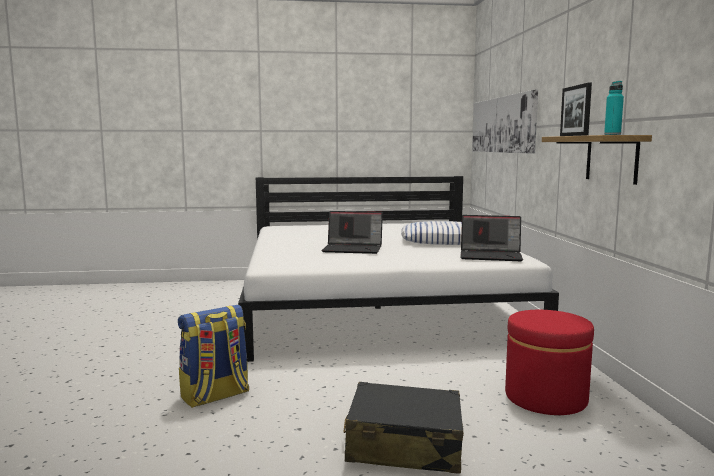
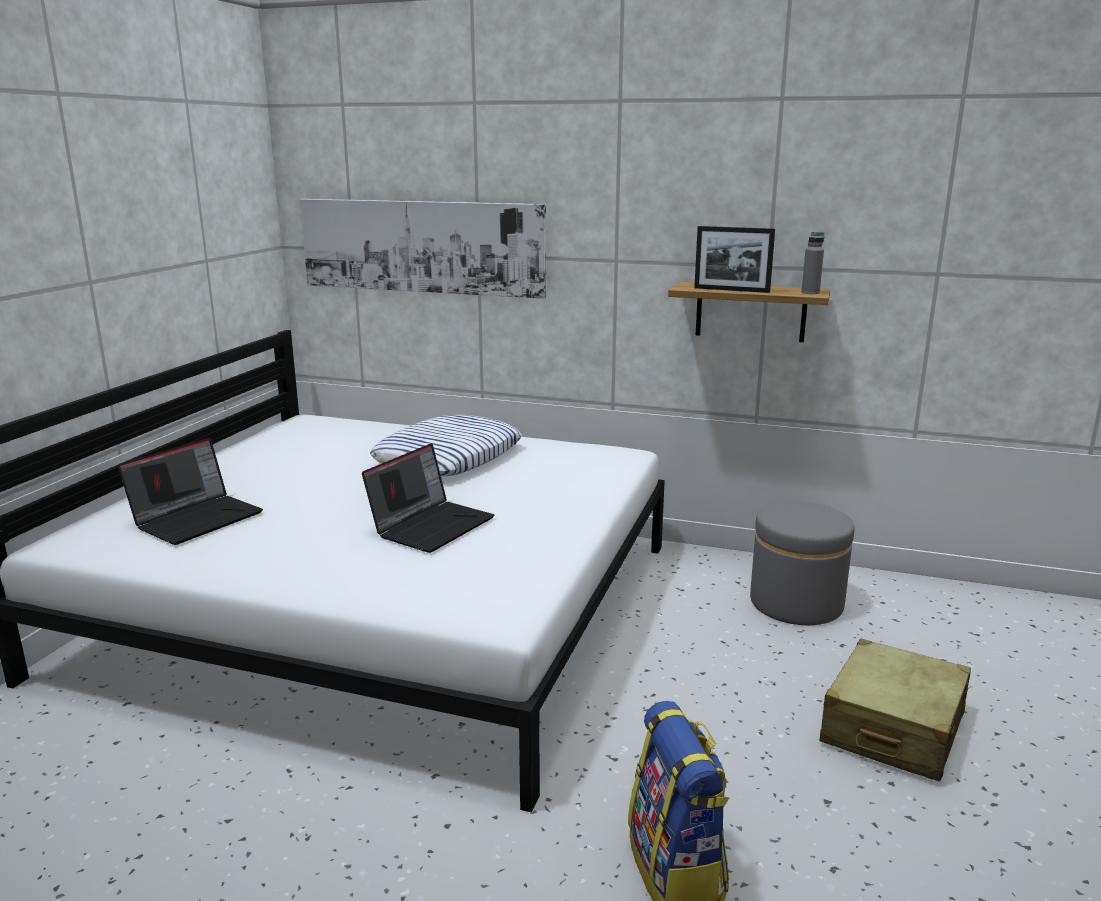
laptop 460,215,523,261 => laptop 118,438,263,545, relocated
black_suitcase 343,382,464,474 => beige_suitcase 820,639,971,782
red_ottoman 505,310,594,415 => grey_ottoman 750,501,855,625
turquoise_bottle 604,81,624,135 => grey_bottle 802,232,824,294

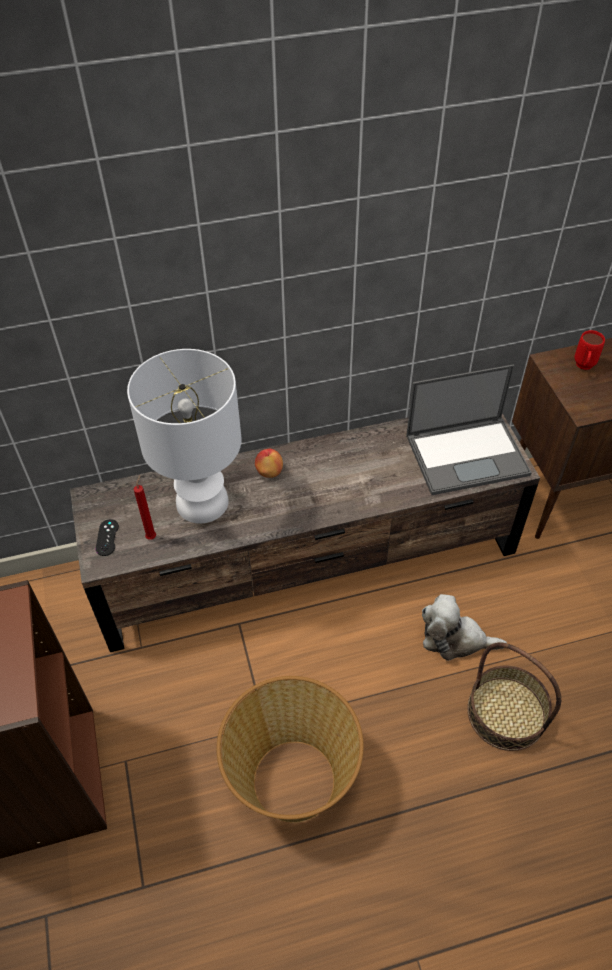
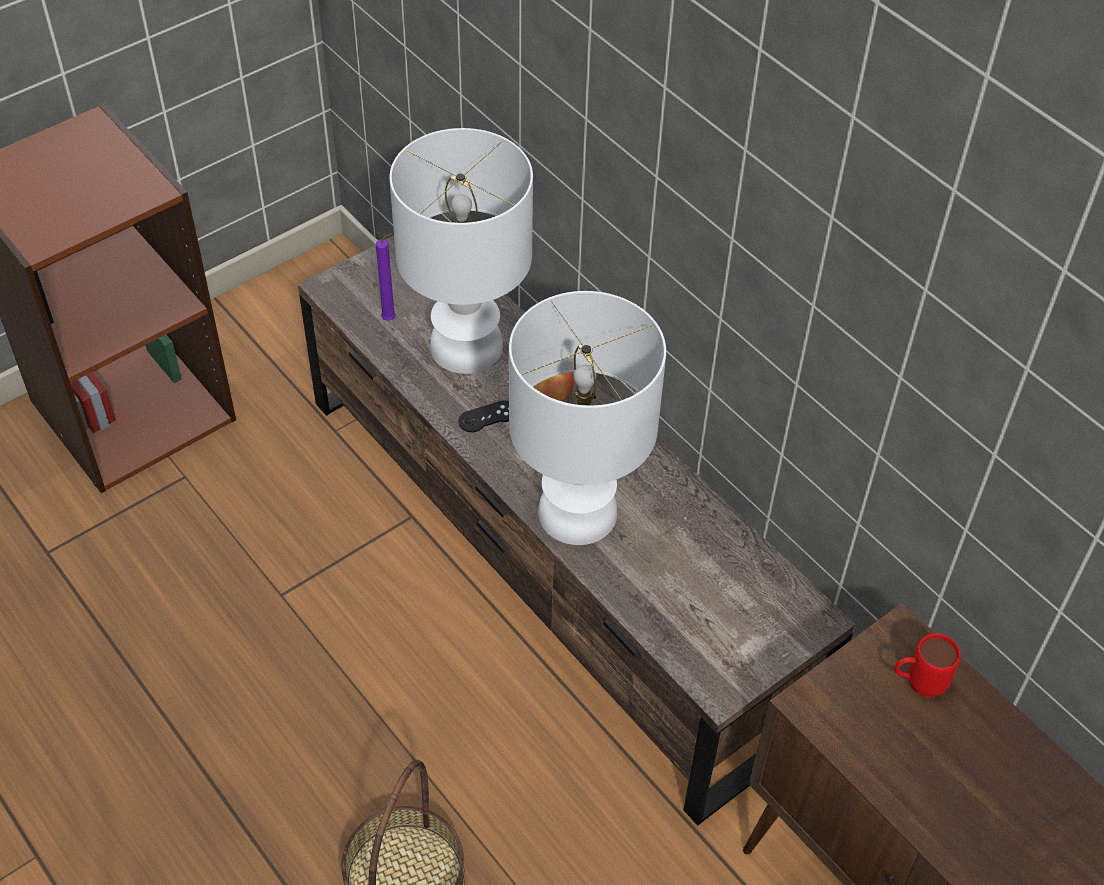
basket 217,676,364,823 => nothing
laptop 406,365,532,495 => nothing
plush_toy 422,594,507,661 => nothing
nothing => white_table_lamp 509,291,666,545
black_game_controller 96,519,119,556 => black_game_controller 459,400,509,432, relocated
red_candle 133,475,156,540 => purple_candle 376,233,396,321

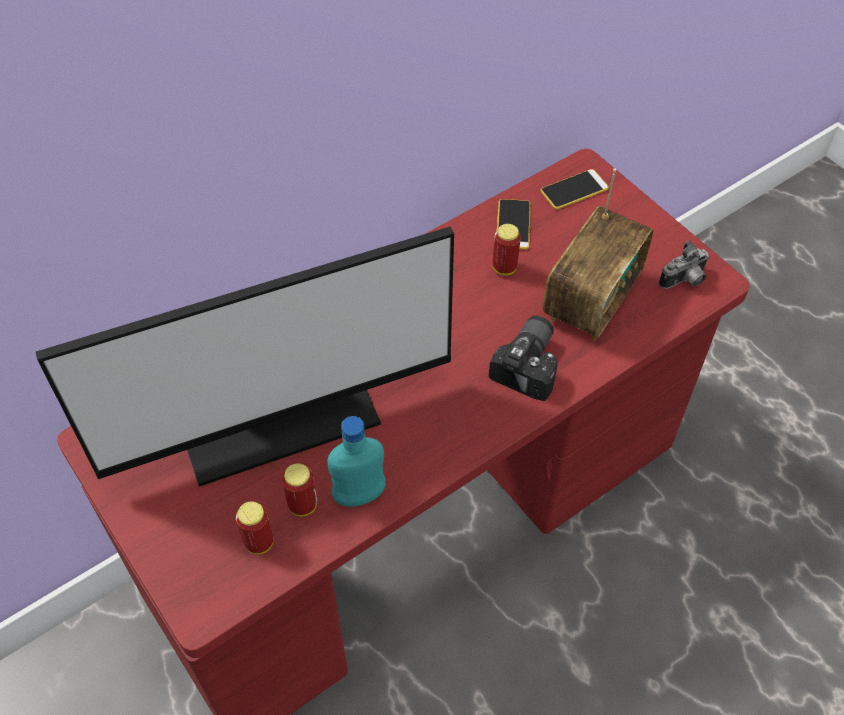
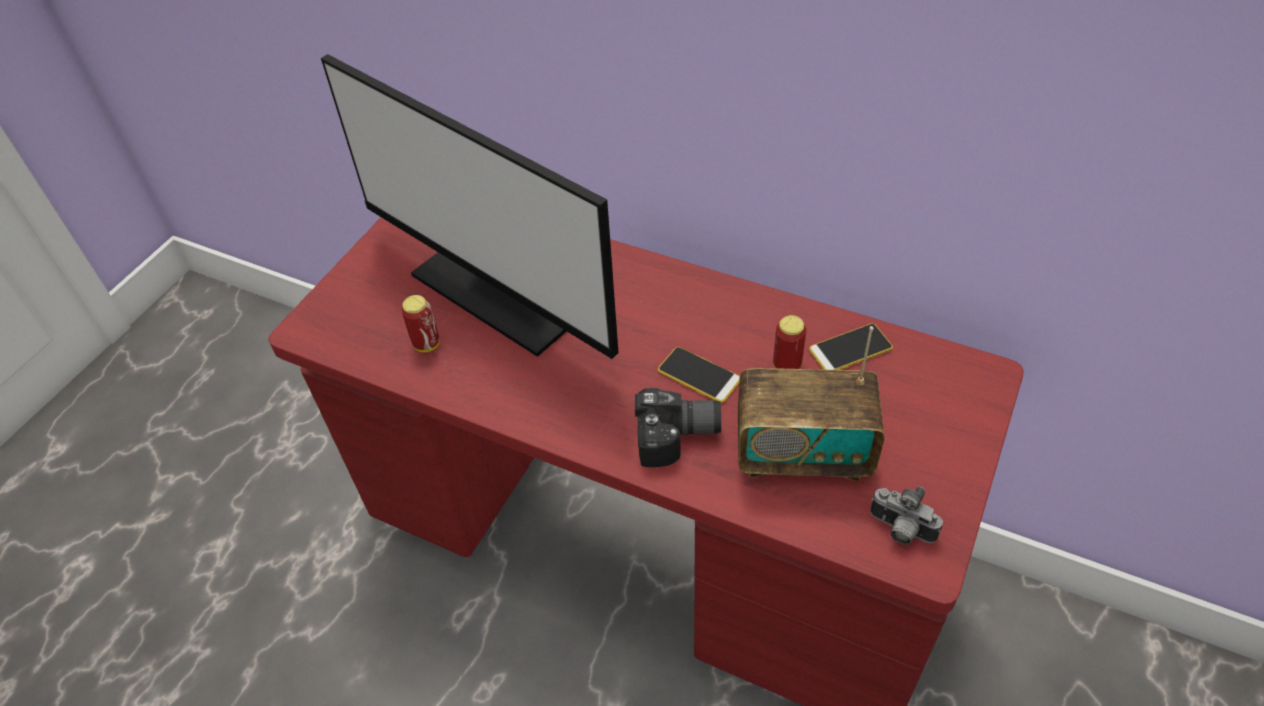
can 236,501,273,554 => nothing
turquoise_bottle 327,416,386,507 => nothing
phone 540,169,609,210 => phone 658,347,740,403, relocated

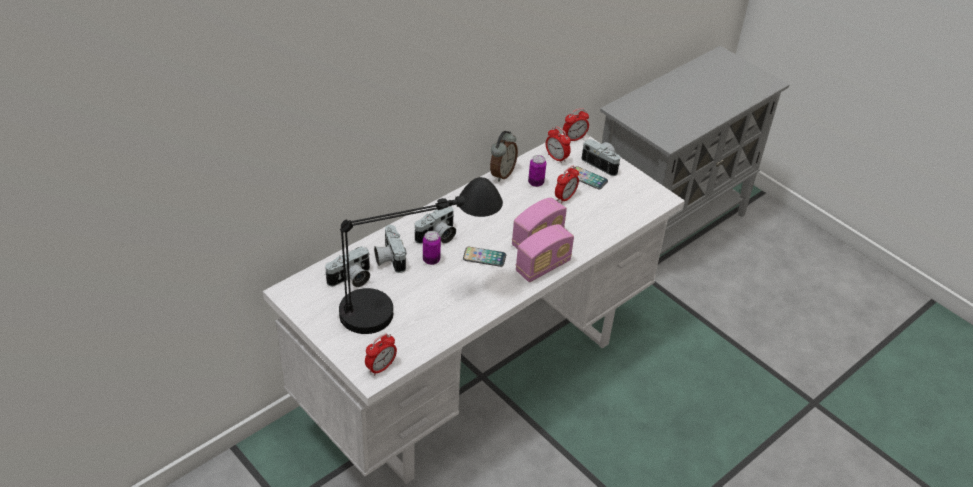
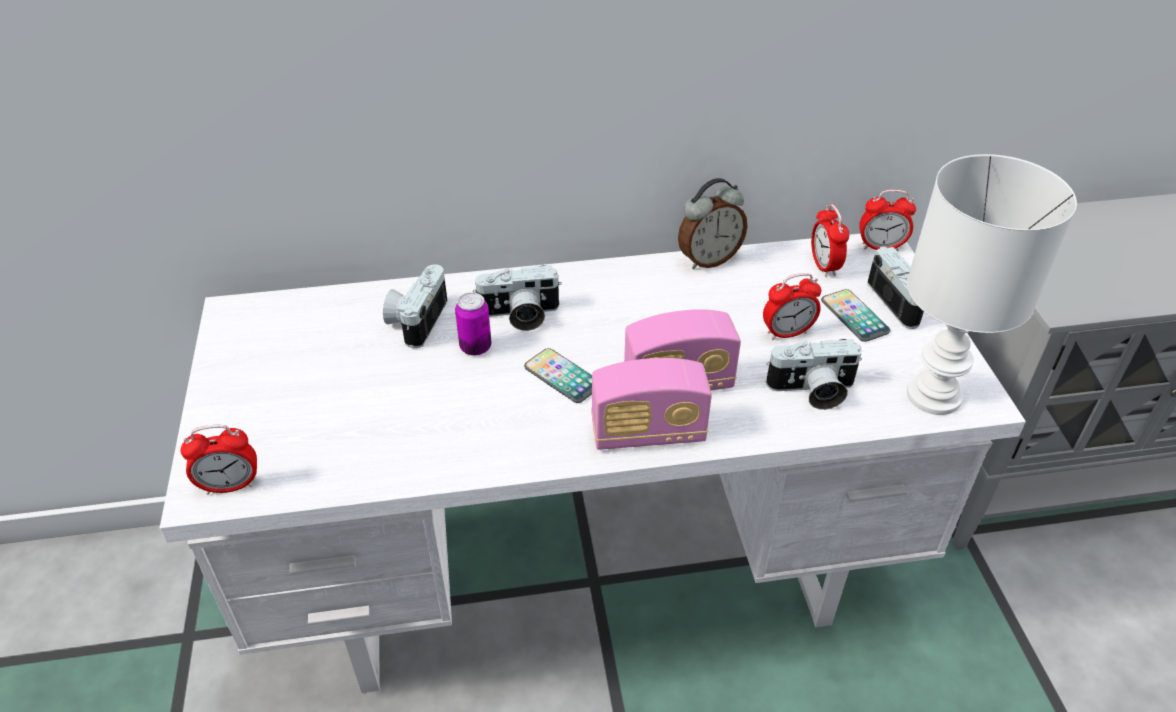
black_table_lamp 339,177,503,334 => nothing
can 528,155,546,187 => nothing
nothing => white_table_lamp 907,154,1077,415
photo_camera 325,246,370,287 => photo_camera 766,339,862,410, relocated

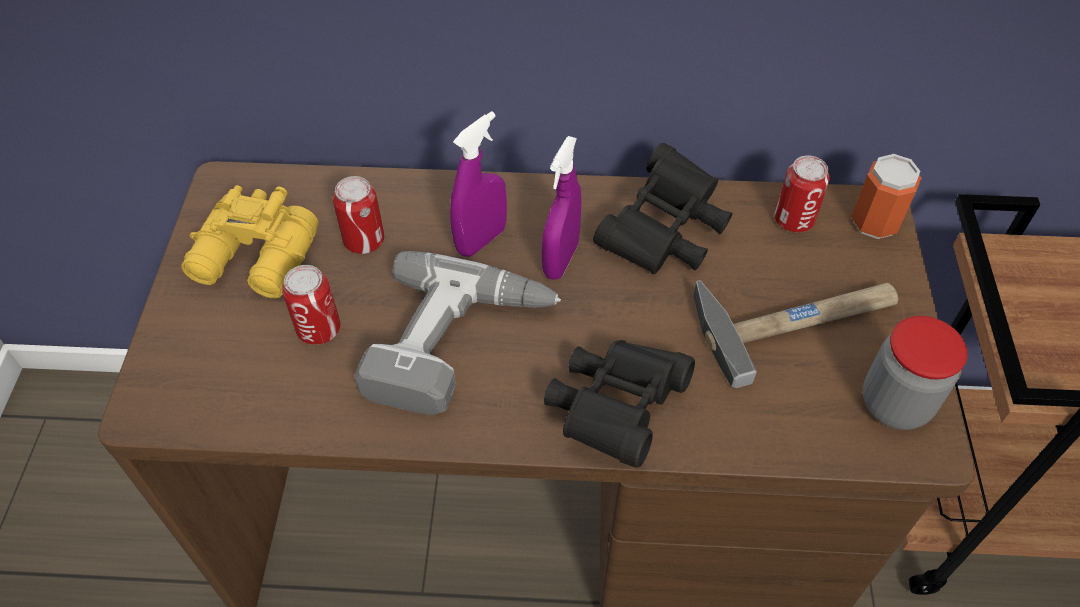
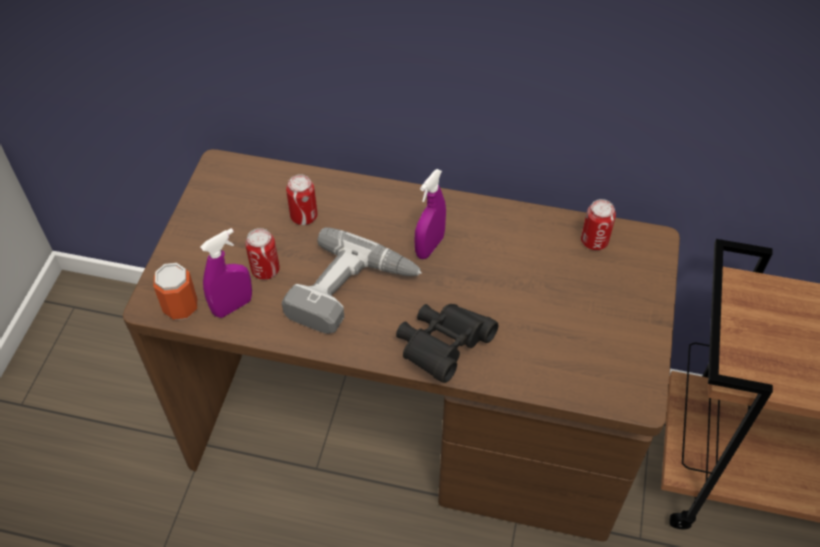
yellow_binoculars 181,185,318,298 => nothing
black_binoculars 593,143,732,274 => nothing
hammer 693,280,898,388 => nothing
jar 863,316,968,430 => nothing
purple_spray_bottle 450,111,507,257 => purple_spray_bottle 200,228,252,318, relocated
can 851,154,921,239 => can 154,263,197,320, relocated

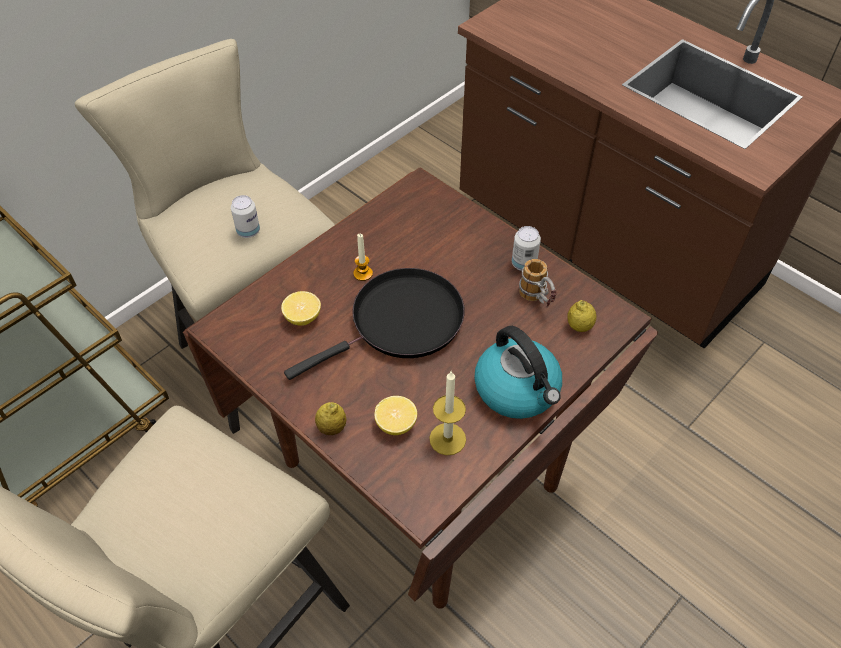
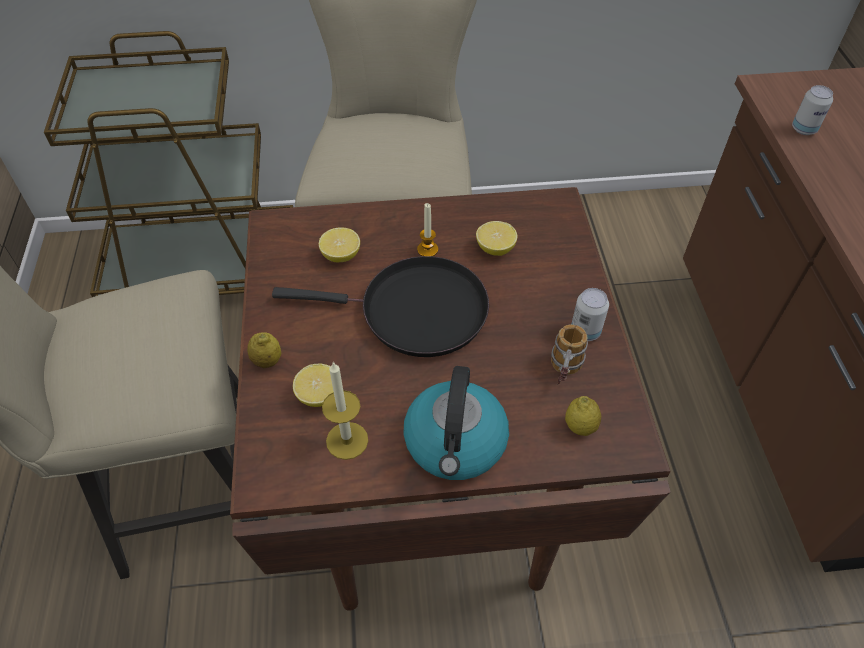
nothing => lemon 476,221,518,256
can 231,195,260,238 => can 792,85,833,135, relocated

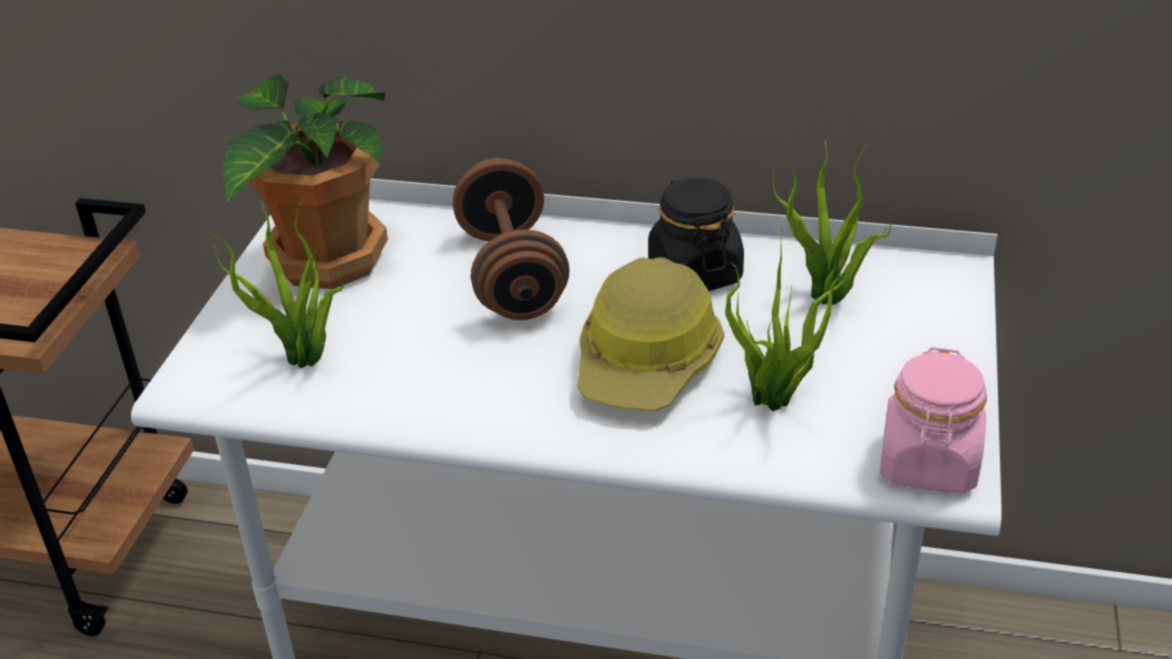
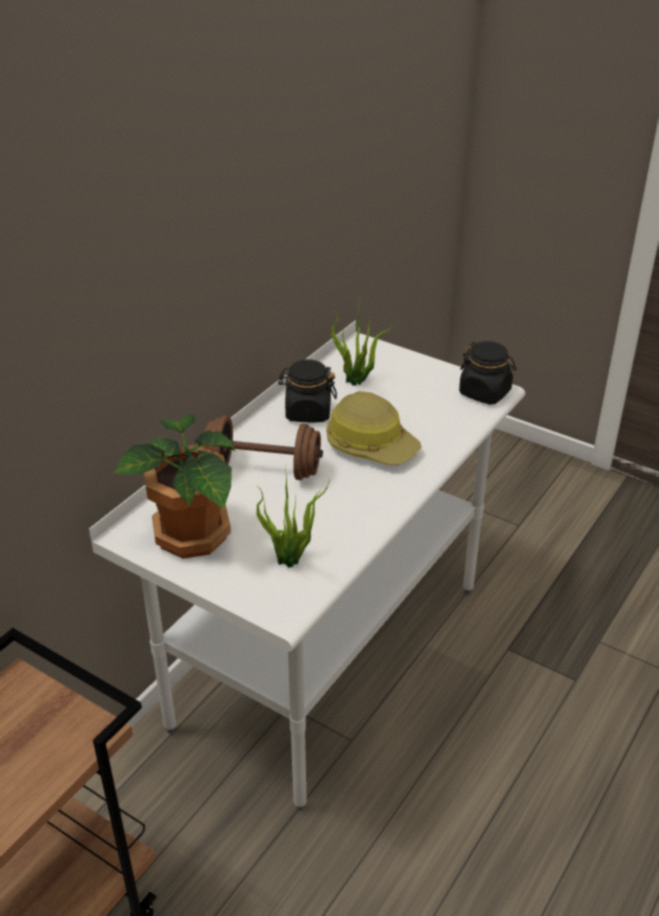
potted_plant 725,228,855,411 => nothing
pink_jar 880,347,987,493 => black_jar 459,341,516,405

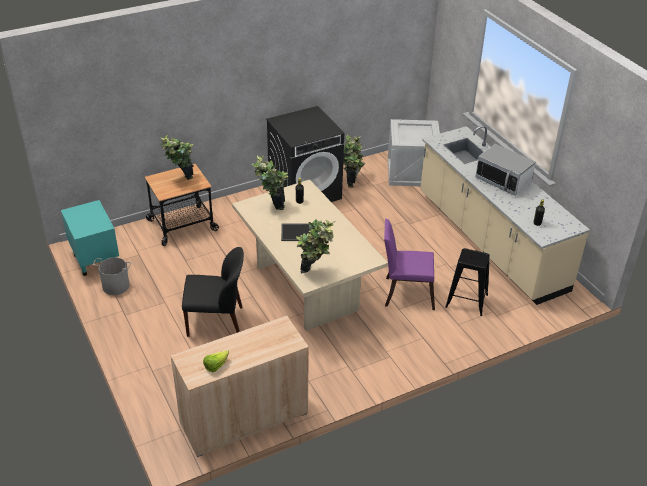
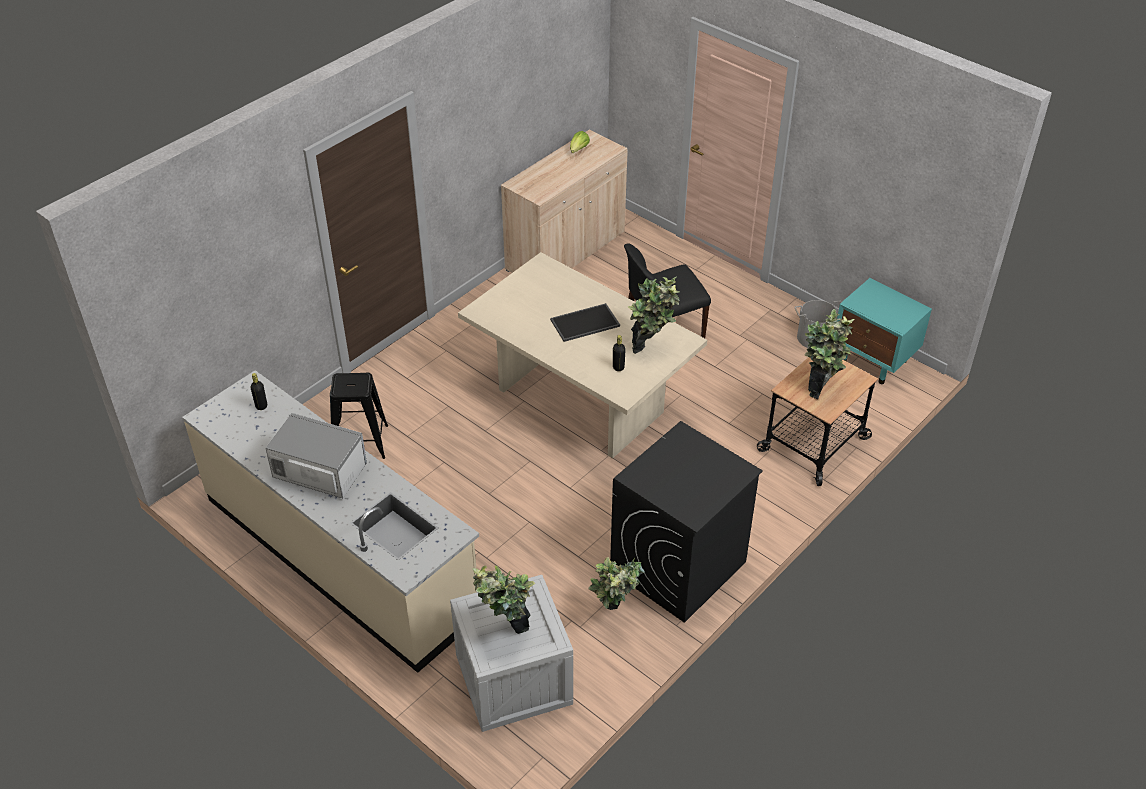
purple_chair 384,219,435,310 => nothing
potted_plant 296,219,335,273 => potted_plant 472,566,535,634, relocated

